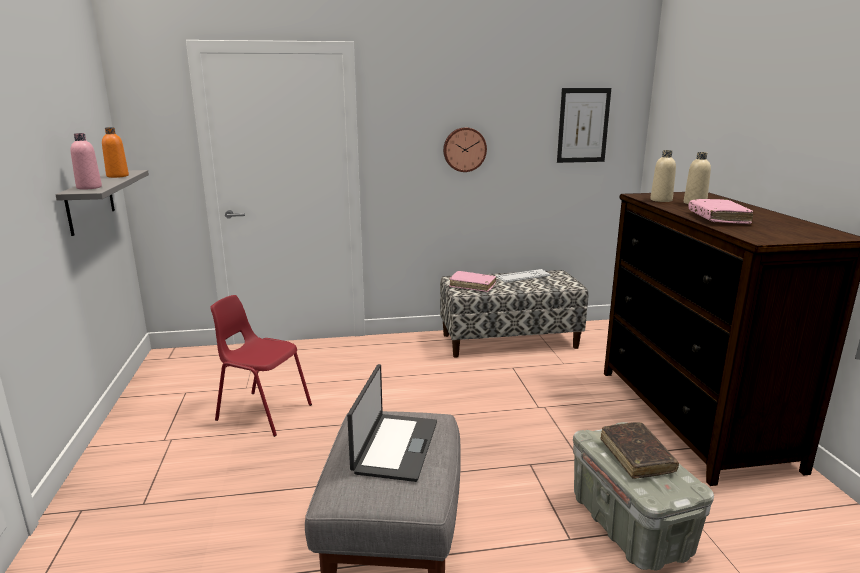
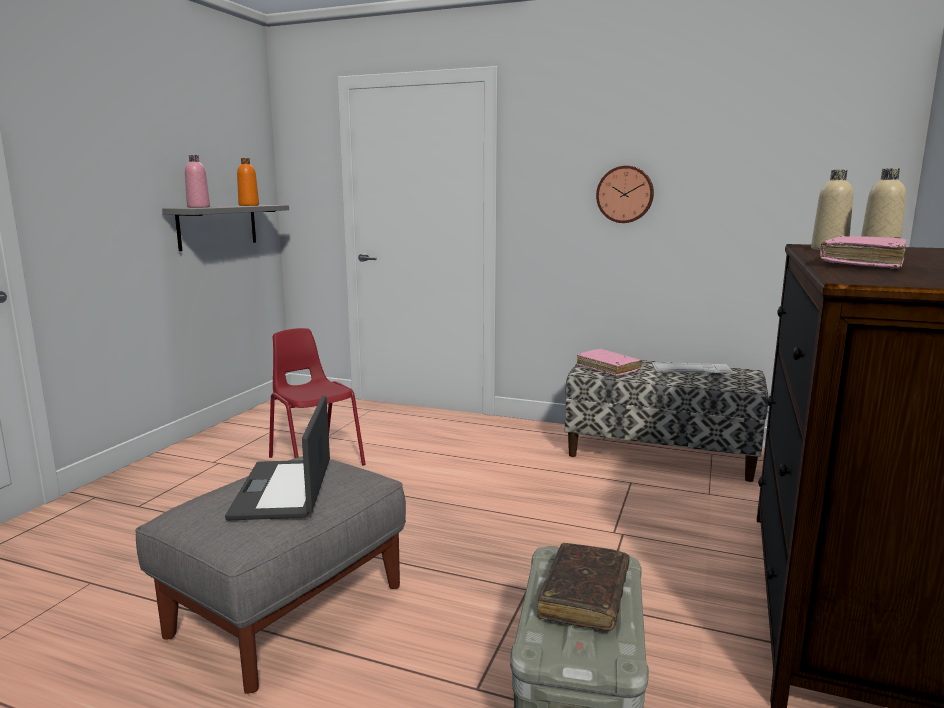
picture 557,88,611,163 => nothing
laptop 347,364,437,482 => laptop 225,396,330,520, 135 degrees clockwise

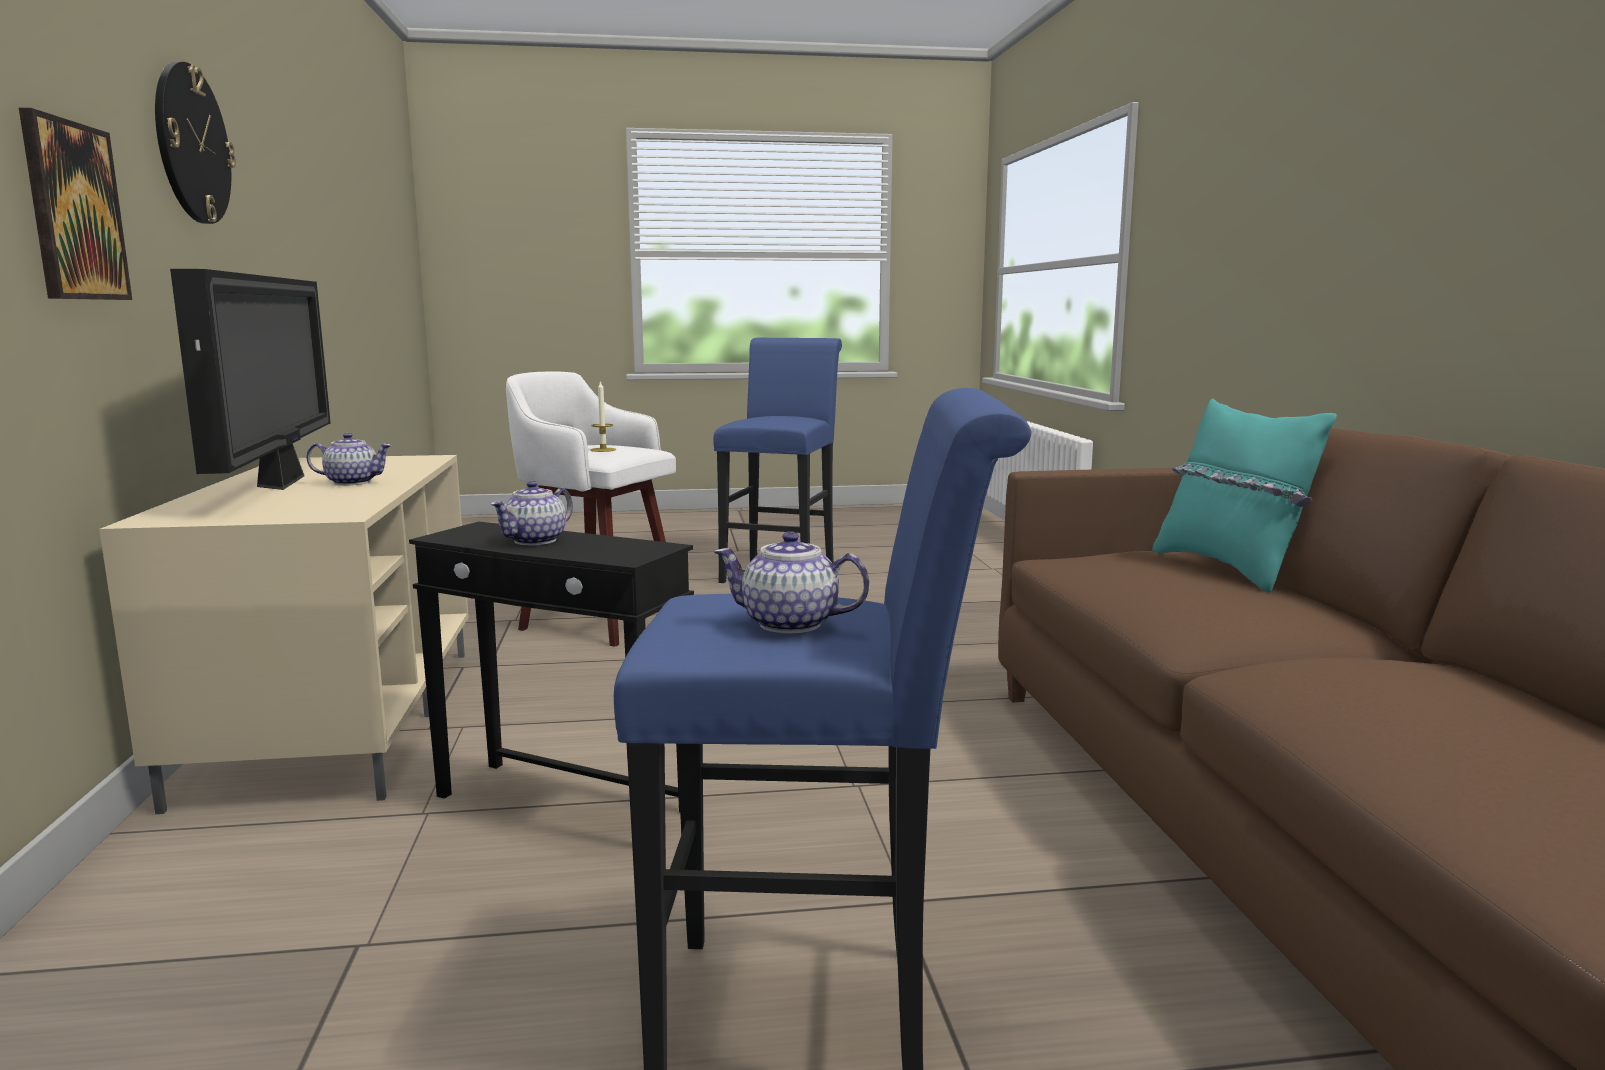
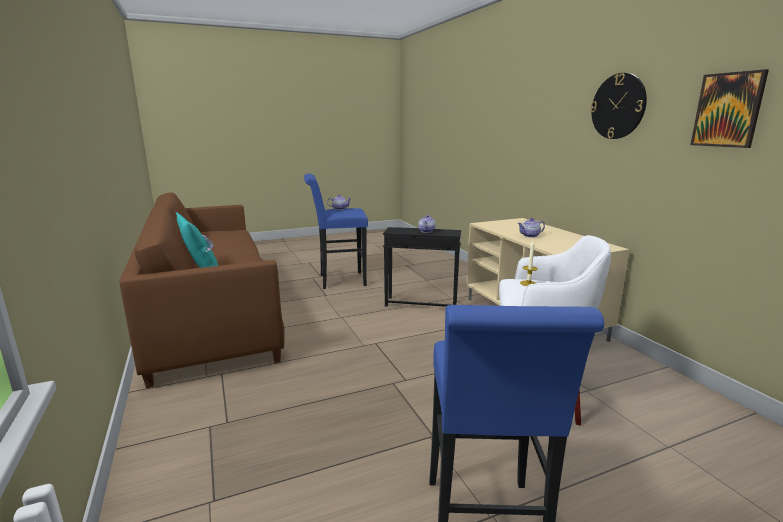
television 170,269,331,490 => nothing
picture 19,108,132,300 => picture 690,69,769,148, relocated

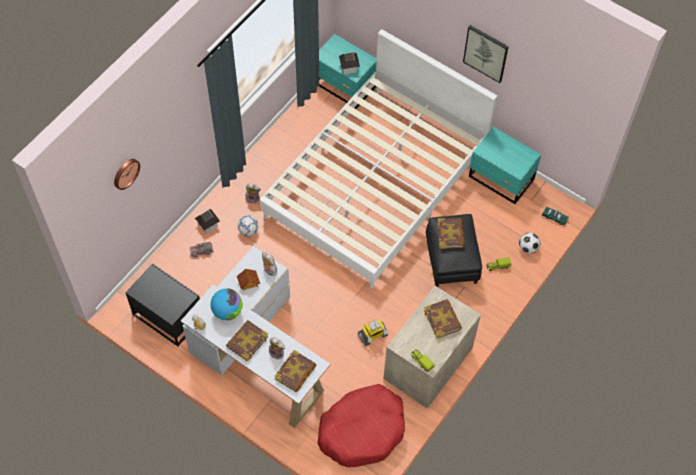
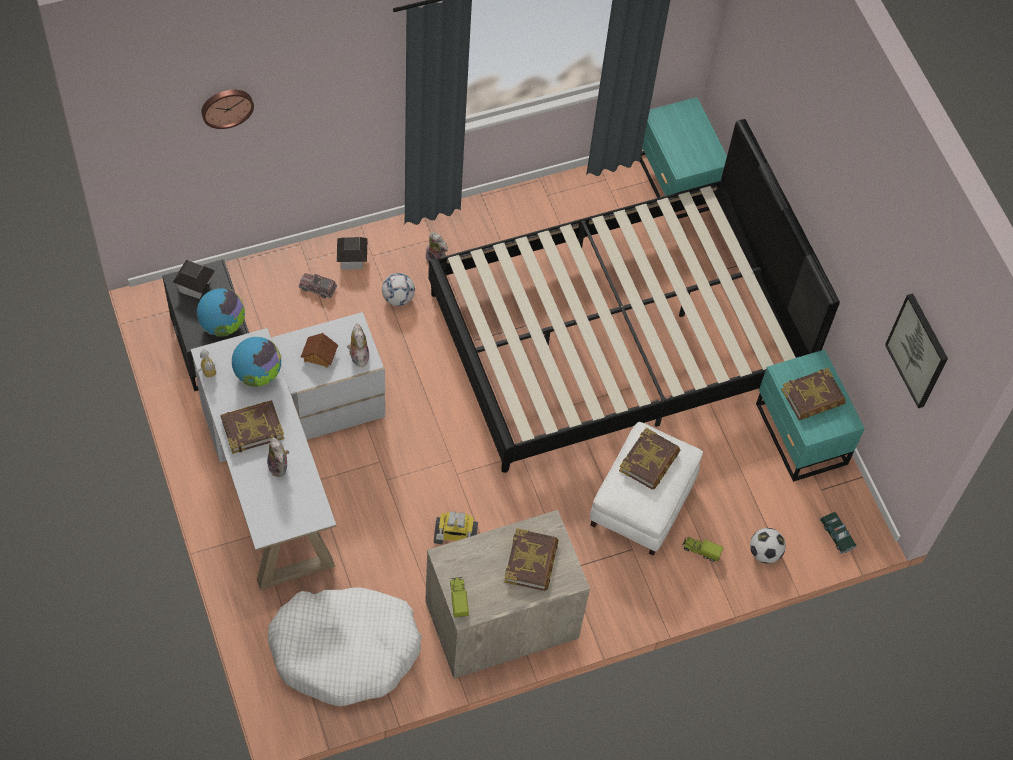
nothing => globe 197,288,245,337
book 274,350,316,392 => book 781,368,846,420, relocated
toy_house 339,52,360,74 => toy_house 172,260,215,299, relocated
picture 463,25,509,83 => picture 885,293,948,408, relocated
white_bed 260,29,497,288 => black_bed 428,119,840,473
red_dog_bed 318,384,405,467 => white_dog_bed 268,587,422,707
black_ottoman 426,214,482,287 => white_ottoman 590,422,703,556

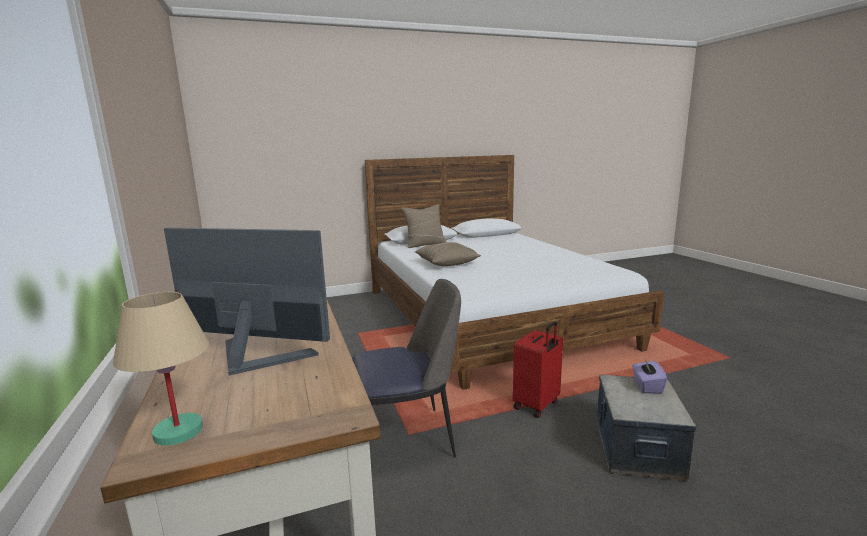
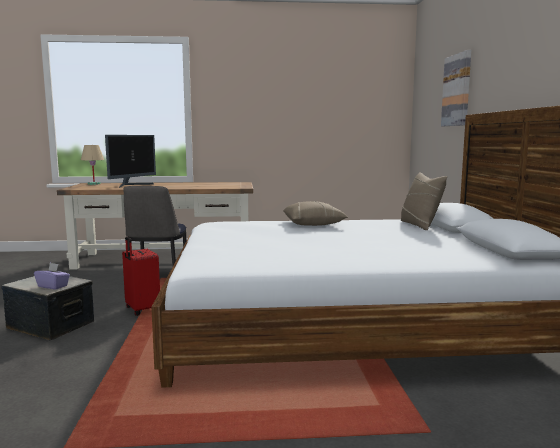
nothing => picture 441,50,471,126

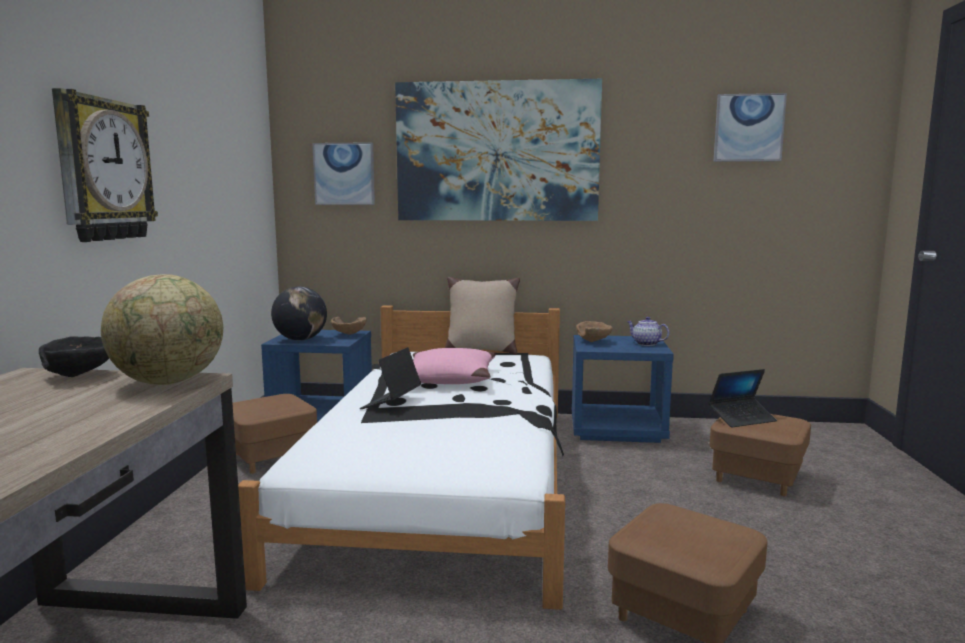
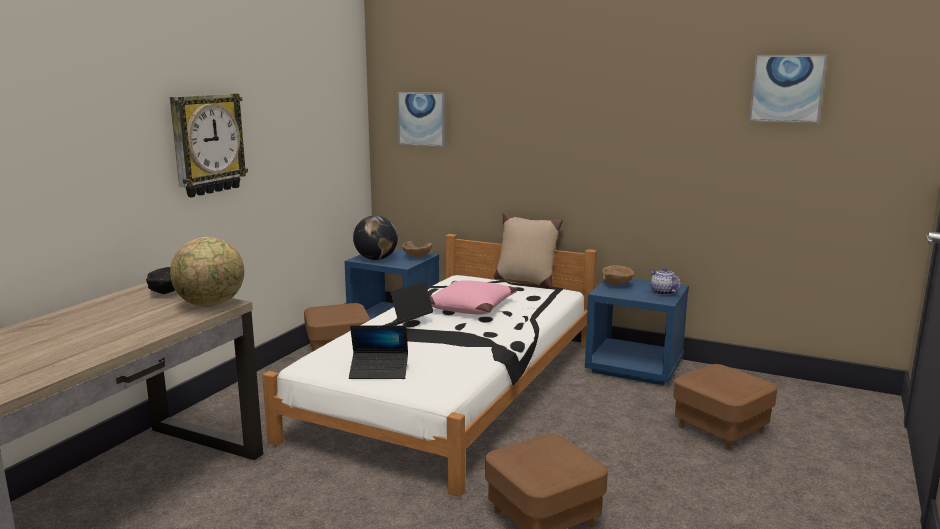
picture 395,79,602,221 => nothing
laptop 708,369,777,428 => laptop 349,325,408,379, relocated

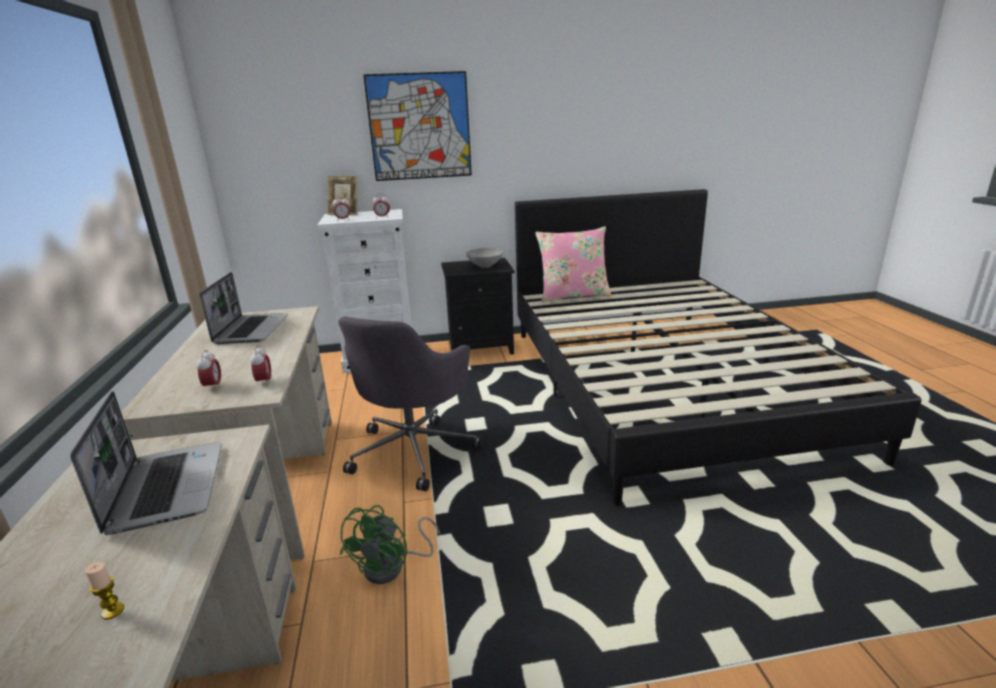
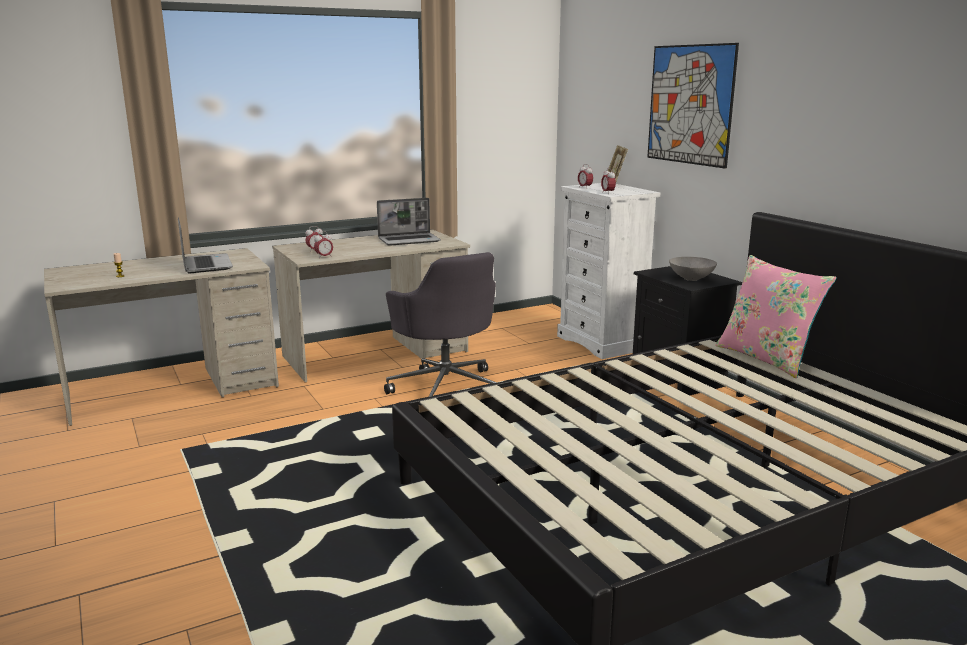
green_fan 340,505,440,584 => nothing
laptop 70,391,222,535 => laptop 178,217,233,273, 75 degrees counterclockwise
grey_office_chair 338,316,484,491 => grey_office_chair 384,252,497,397, 120 degrees counterclockwise

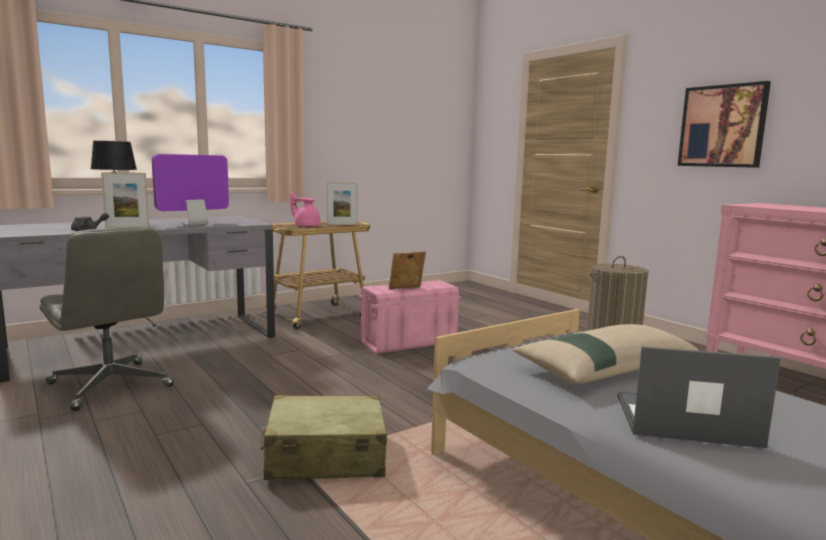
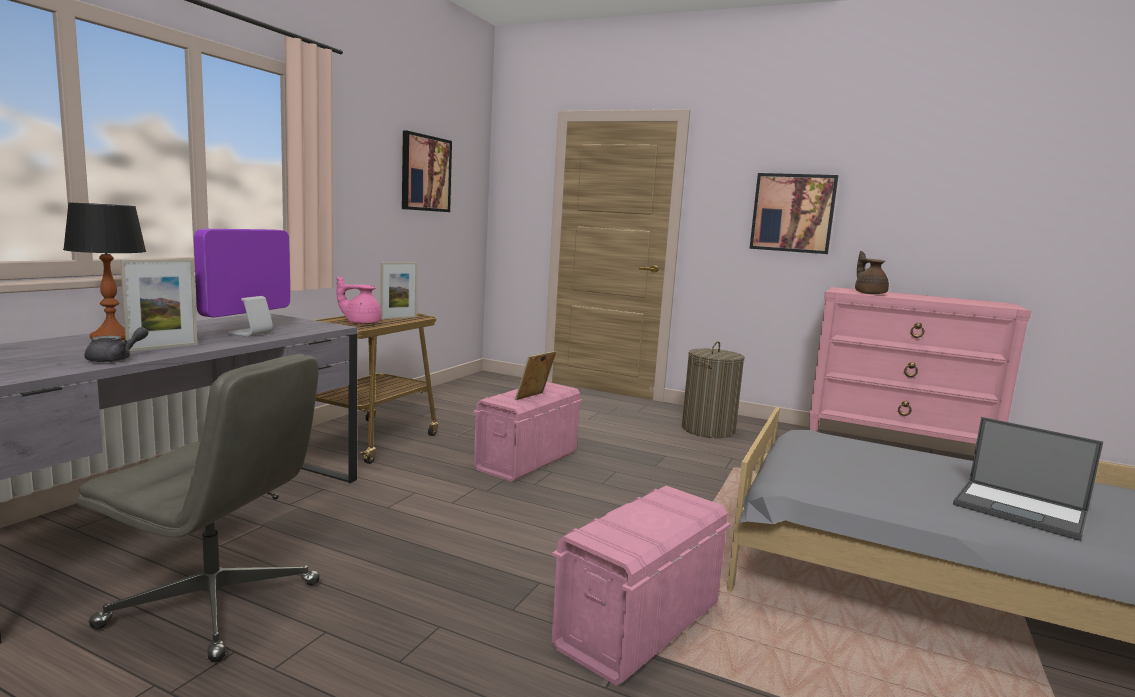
beige_pillow 513,324,699,384 => nothing
nothing => picture 402,131,452,212
nothing => brown_teapot 855,251,889,294
beige_suitcase 260,395,387,480 => pink_storage_box 552,486,731,685
laptop 618,347,781,448 => laptop 953,417,1103,541, 120 degrees counterclockwise

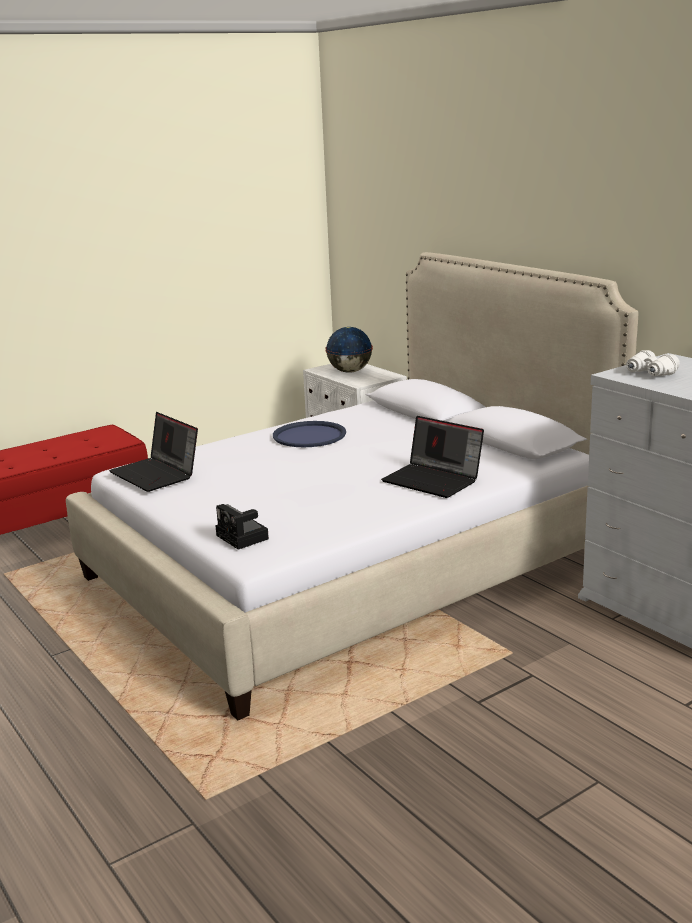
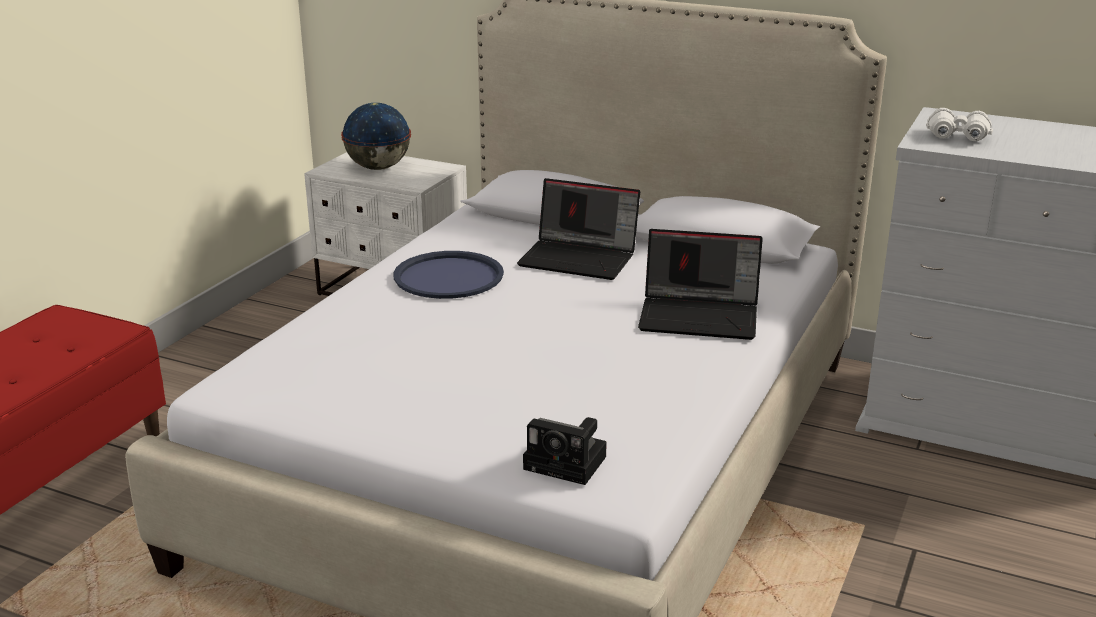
laptop 109,412,198,492 => laptop 517,178,640,280, relocated

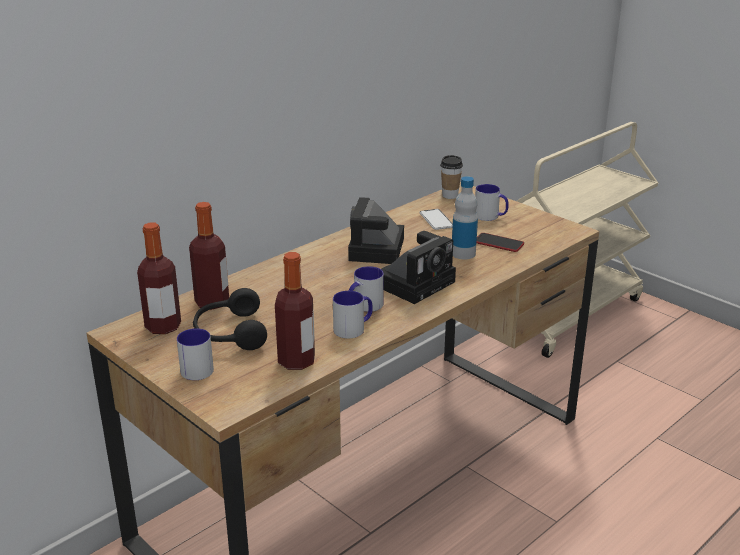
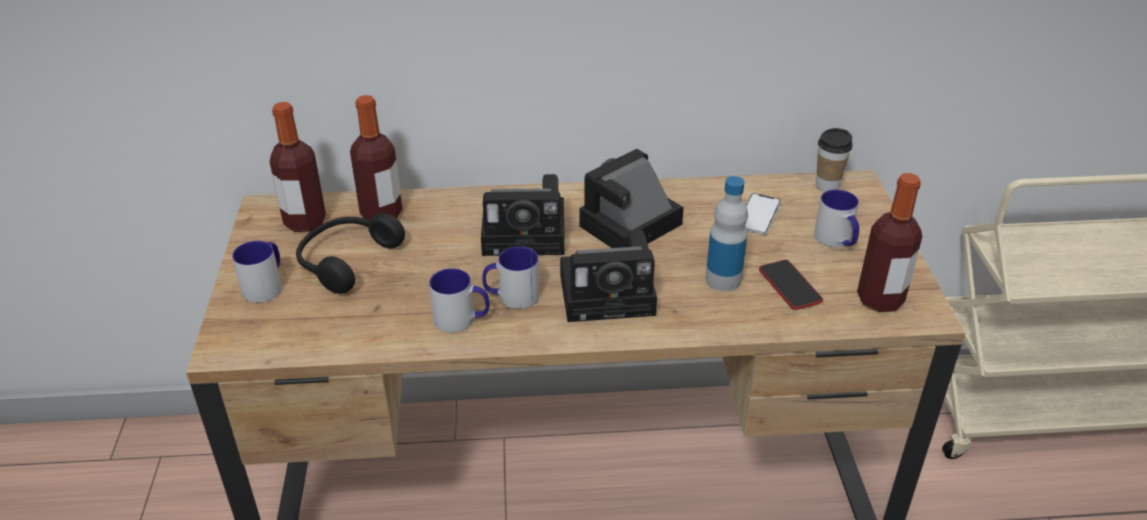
nothing => photo_camera 481,174,565,256
bottle 275,252,315,370 => bottle 857,173,922,312, relocated

